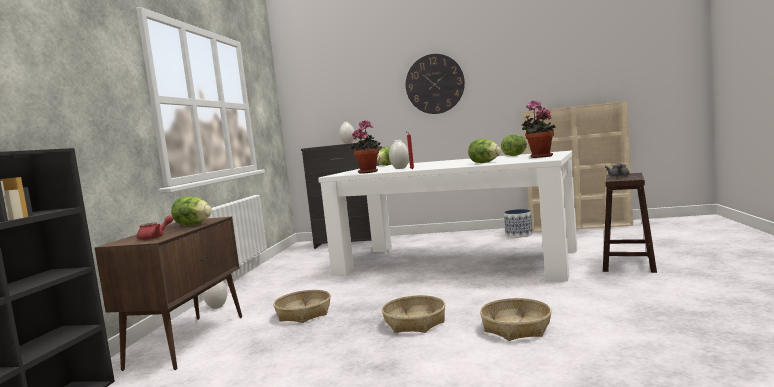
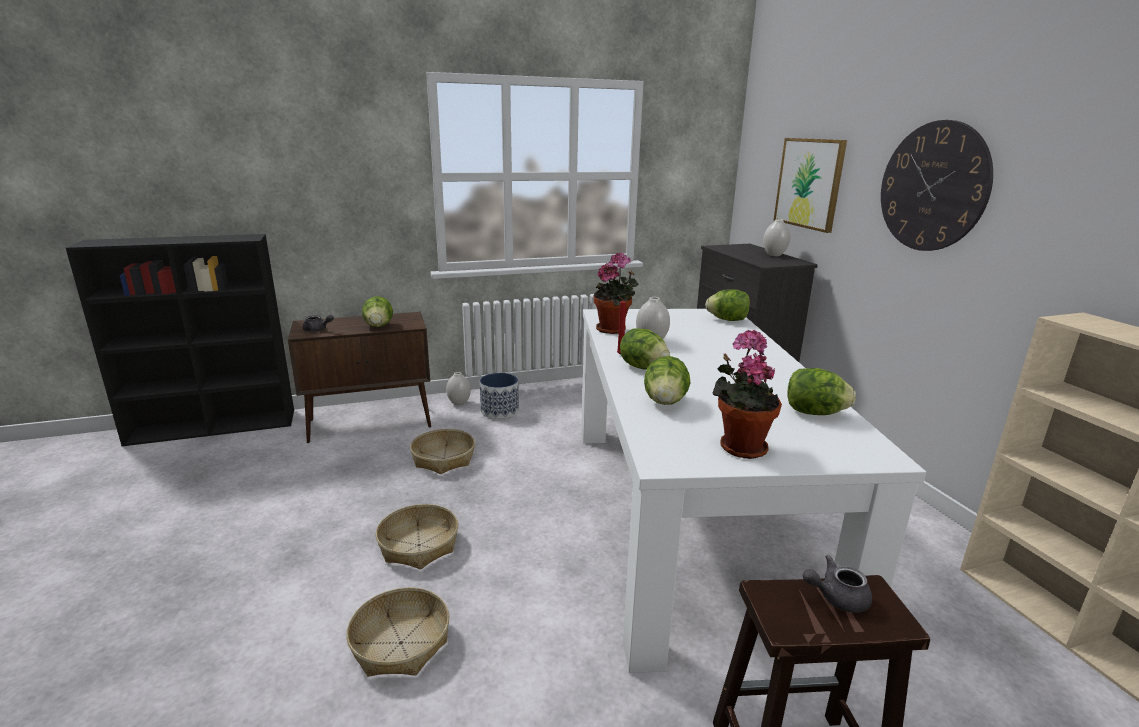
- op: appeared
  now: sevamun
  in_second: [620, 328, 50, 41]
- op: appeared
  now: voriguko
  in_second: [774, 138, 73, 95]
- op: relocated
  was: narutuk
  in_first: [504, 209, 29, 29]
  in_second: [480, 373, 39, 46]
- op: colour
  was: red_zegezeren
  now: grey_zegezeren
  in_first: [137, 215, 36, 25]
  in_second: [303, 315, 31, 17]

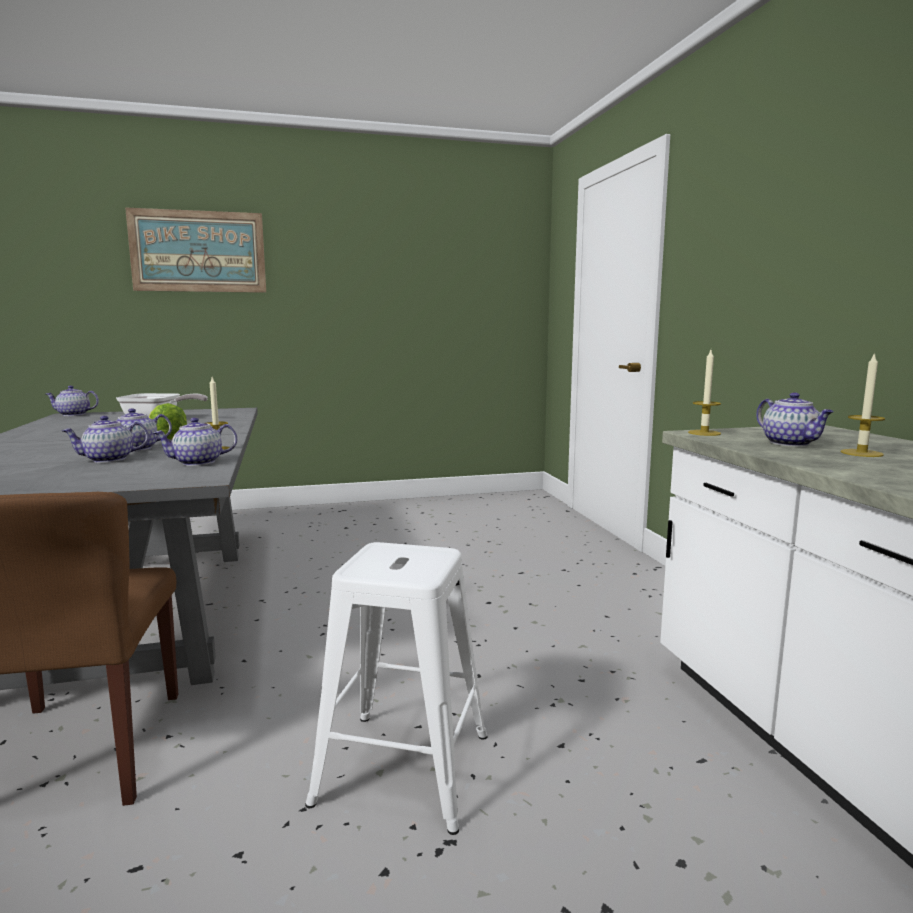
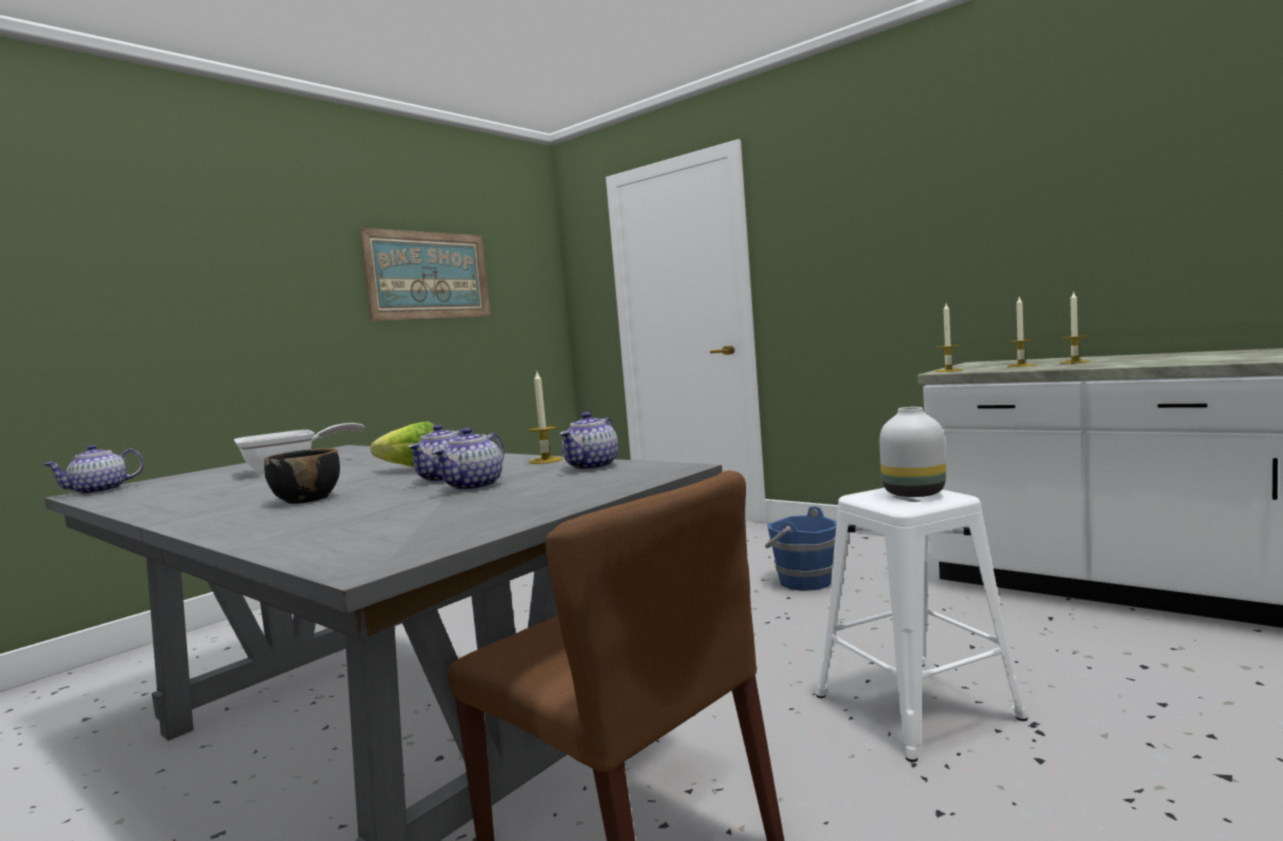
- op: appeared
  now: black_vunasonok
  in_second: [264, 448, 76, 56]
- op: appeared
  now: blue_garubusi
  in_second: [765, 506, 72, 85]
- op: appeared
  now: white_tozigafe
  in_second: [879, 407, 67, 90]
- op: relocated
  was: voriguko
  in_first: [125, 208, 141, 85]
  in_second: [359, 228, 131, 93]
- op: exchanged
  was: zegezeren
  now: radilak
  in_first: [756, 392, 78, 55]
  in_second: [1007, 297, 29, 70]

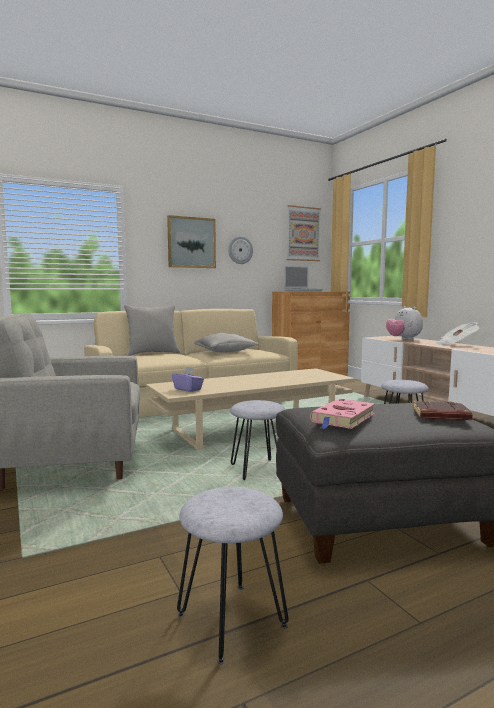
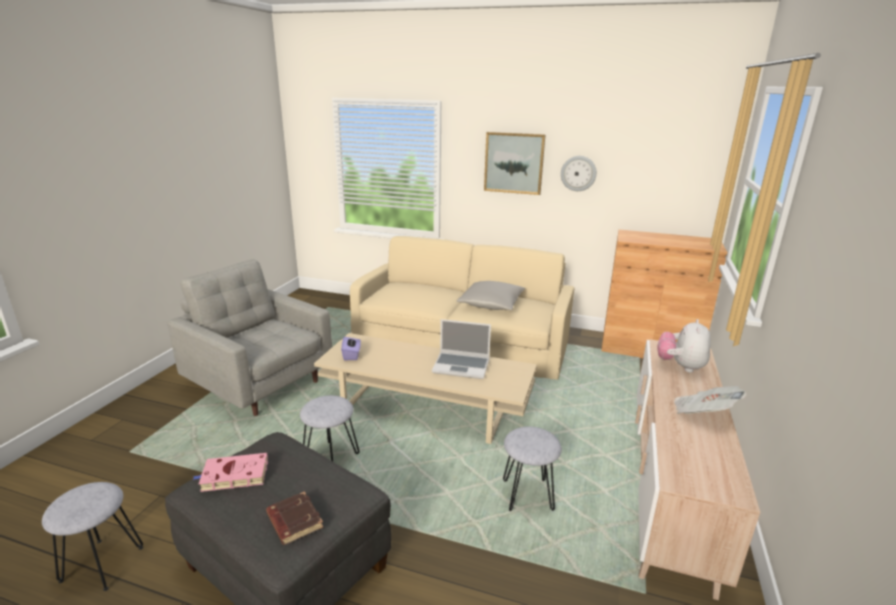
- op: missing
  was: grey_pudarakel
  in_first: [124, 305, 56, 51]
- op: missing
  was: voriguko
  in_first: [287, 205, 34, 56]
- op: relocated
  was: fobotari
  in_first: [284, 266, 39, 25]
  in_second: [432, 319, 59, 60]

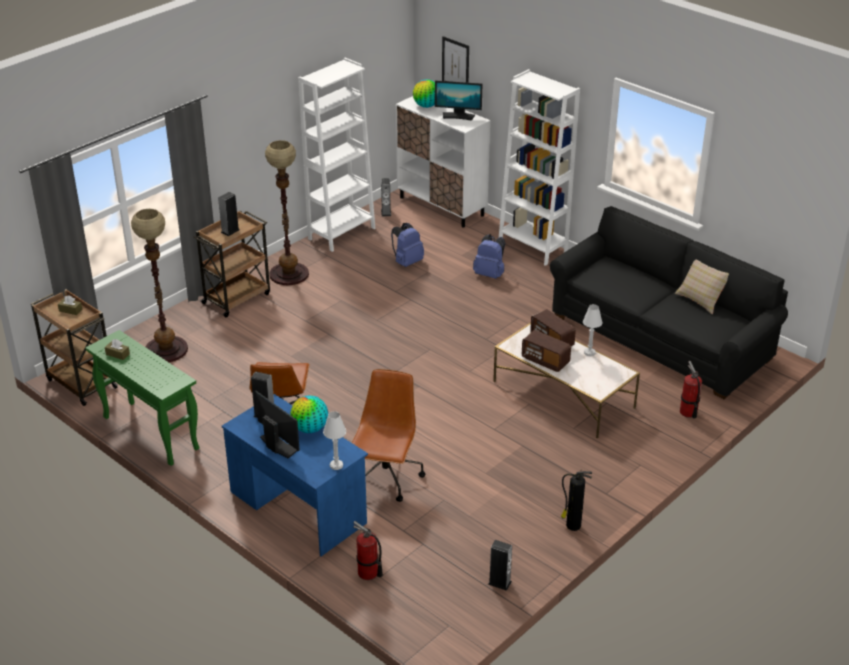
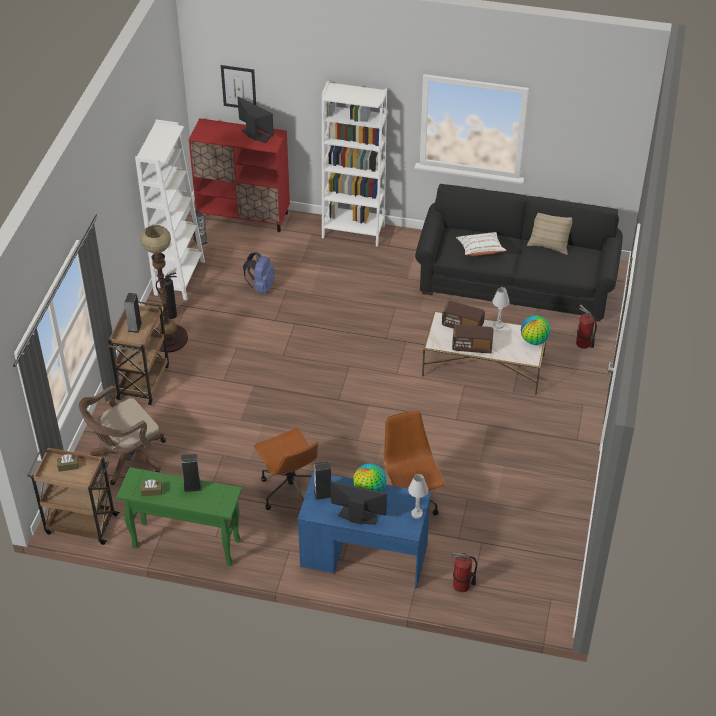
- op: missing
  was: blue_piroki
  in_first: [473, 234, 32, 45]
- op: appeared
  now: white_pudarakel
  in_second: [456, 232, 51, 24]
- op: relocated
  was: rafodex
  in_first: [413, 79, 22, 29]
  in_second: [521, 315, 29, 30]
- op: relocated
  was: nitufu
  in_first: [488, 540, 24, 51]
  in_second: [181, 454, 21, 38]
- op: relocated
  was: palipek
  in_first: [561, 471, 31, 60]
  in_second: [156, 272, 21, 47]
- op: exchanged
  was: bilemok
  now: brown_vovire
  in_first: [131, 209, 57, 153]
  in_second: [79, 386, 87, 99]
- op: colour
  was: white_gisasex
  now: red_gisasex
  in_first: [396, 96, 94, 131]
  in_second: [189, 118, 101, 114]
- op: spun
  was: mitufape
  in_first: [435, 80, 48, 41]
  in_second: [237, 97, 37, 46]
  clockwise: -120

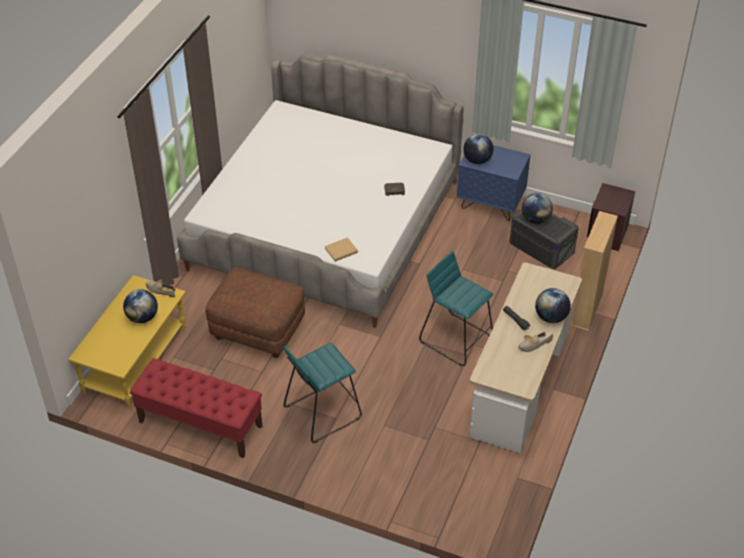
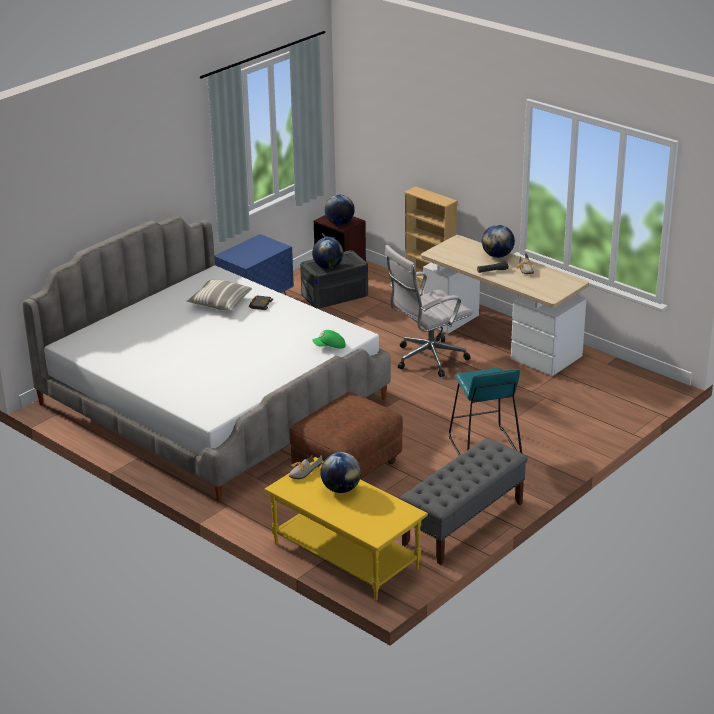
- op: appeared
  now: pudarakel
  in_second: [187, 279, 65, 32]
- op: relocated
  was: rafodex
  in_first: [463, 134, 31, 30]
  in_second: [325, 195, 30, 30]
- op: exchanged
  was: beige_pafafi
  now: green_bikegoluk
  in_first: [325, 237, 33, 25]
  in_second: [312, 330, 33, 19]
- op: exchanged
  was: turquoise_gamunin
  now: white_vovire
  in_first: [419, 251, 75, 115]
  in_second: [385, 245, 88, 132]
- op: colour
  was: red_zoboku
  now: grey_zoboku
  in_first: [130, 358, 132, 100]
  in_second: [399, 438, 129, 127]

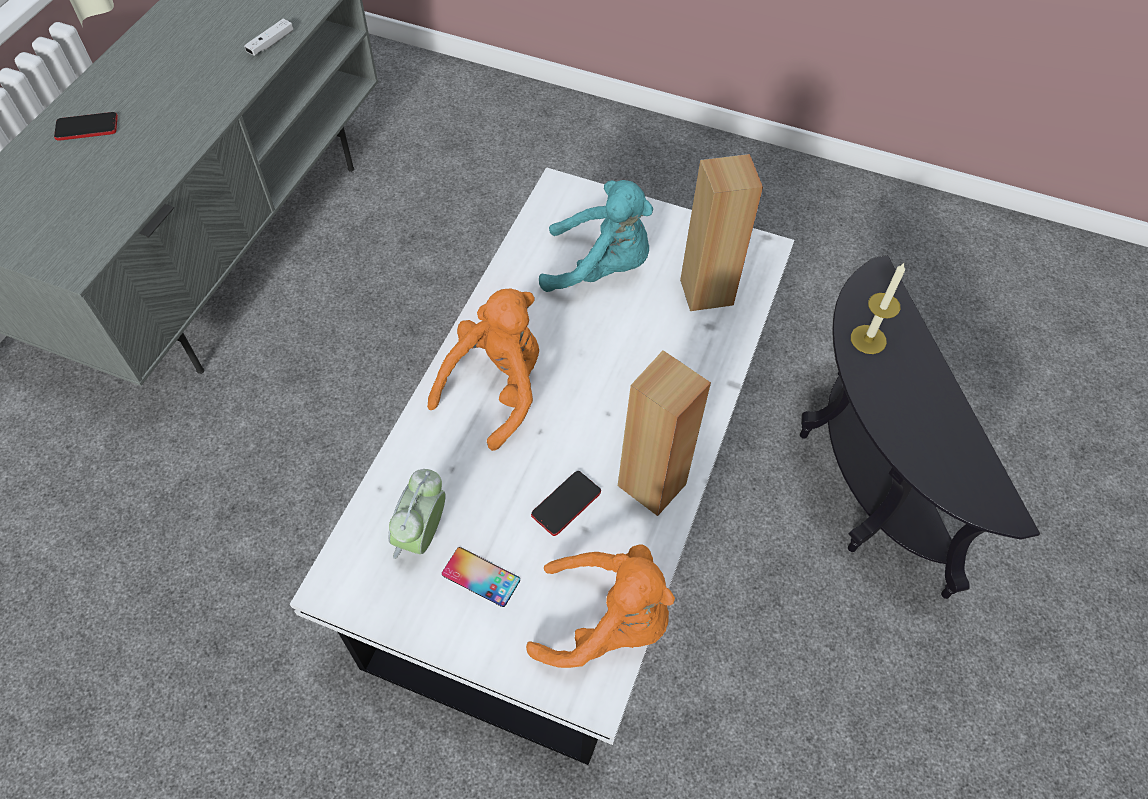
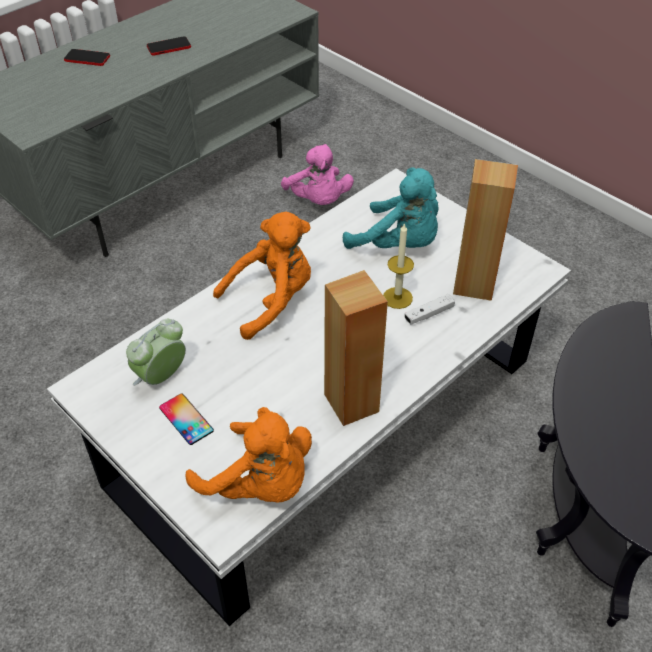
- op: appeared
  now: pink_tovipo
  in_second: [281, 144, 73, 61]
- op: relocated
  was: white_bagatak
  in_first: [244, 19, 49, 37]
  in_second: [404, 294, 51, 31]
- op: relocated
  was: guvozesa
  in_first: [531, 471, 70, 65]
  in_second: [147, 37, 44, 19]
- op: relocated
  was: radilak
  in_first: [851, 263, 54, 91]
  in_second: [383, 223, 31, 86]

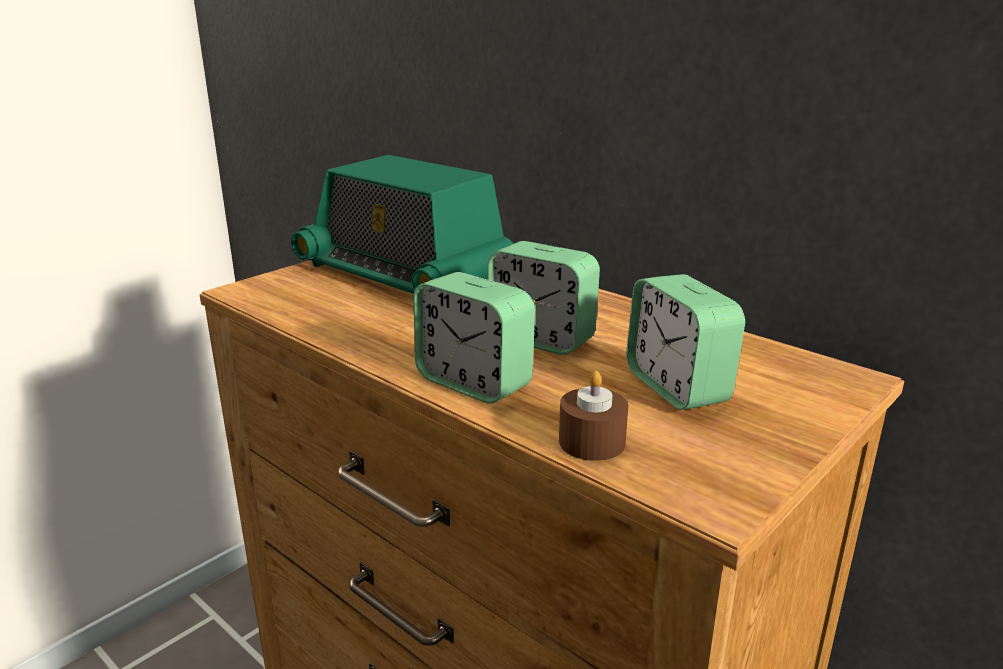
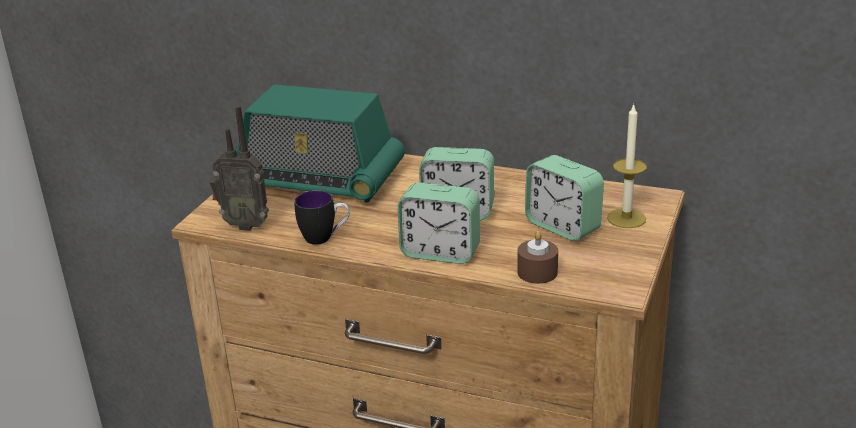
- op: appeared
  now: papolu
  in_second: [210, 106, 59, 125]
- op: appeared
  now: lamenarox
  in_second: [294, 191, 56, 54]
- op: appeared
  now: radilak
  in_second: [607, 104, 40, 124]

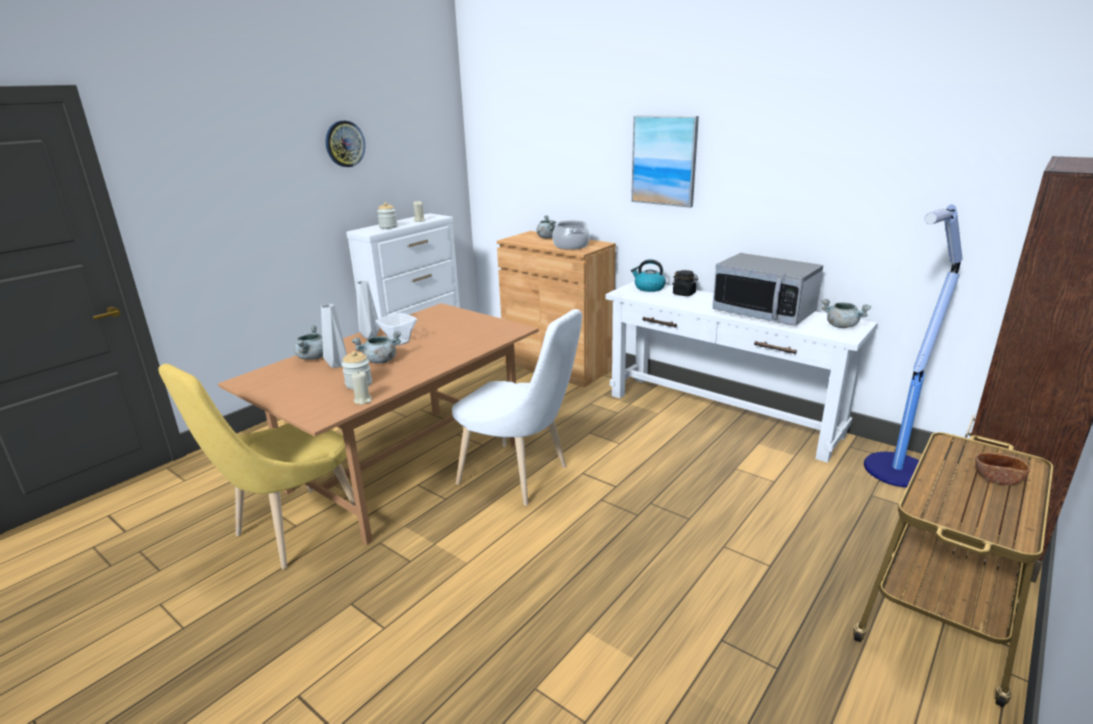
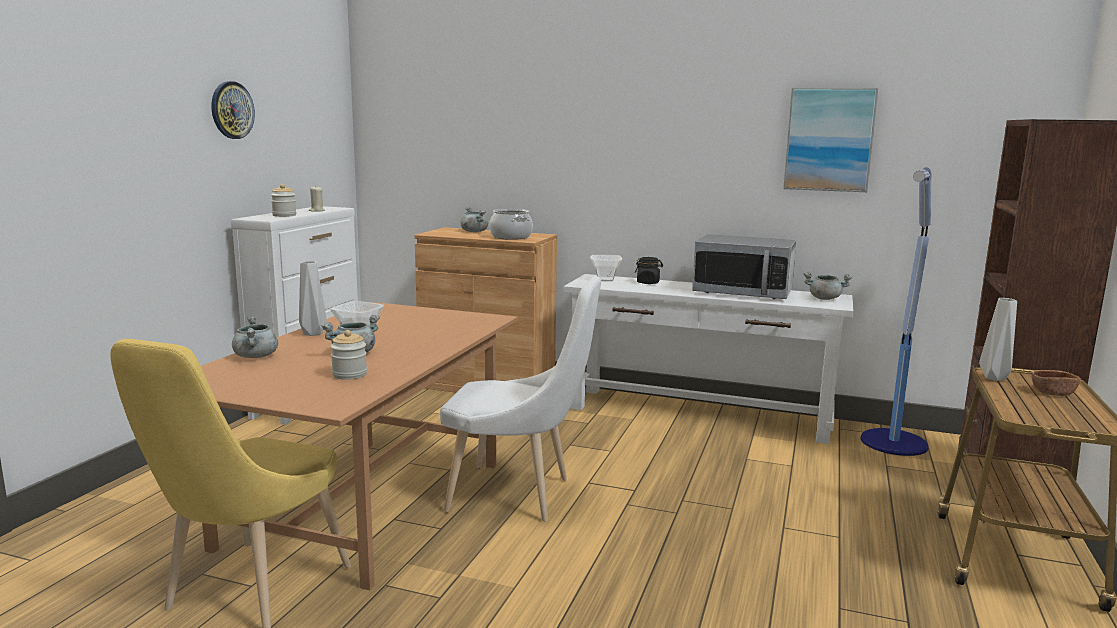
- op: missing
  was: beige_radilak
  in_first: [351, 371, 21, 34]
- op: relocated
  was: grey_tozigafe
  in_first: [321, 304, 26, 64]
  in_second: [979, 298, 38, 83]
- op: relocated
  was: voriguko
  in_first: [631, 115, 68, 93]
  in_second: [783, 88, 95, 104]
- op: exchanged
  was: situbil
  now: vunasonok
  in_first: [631, 259, 35, 33]
  in_second: [590, 255, 32, 26]

